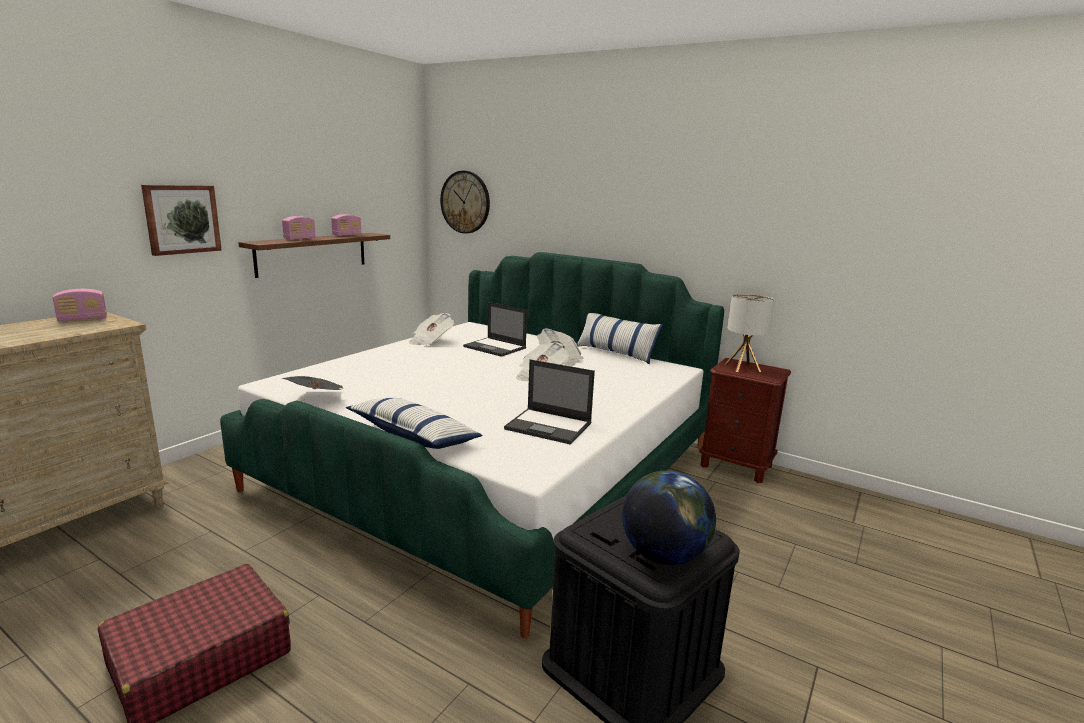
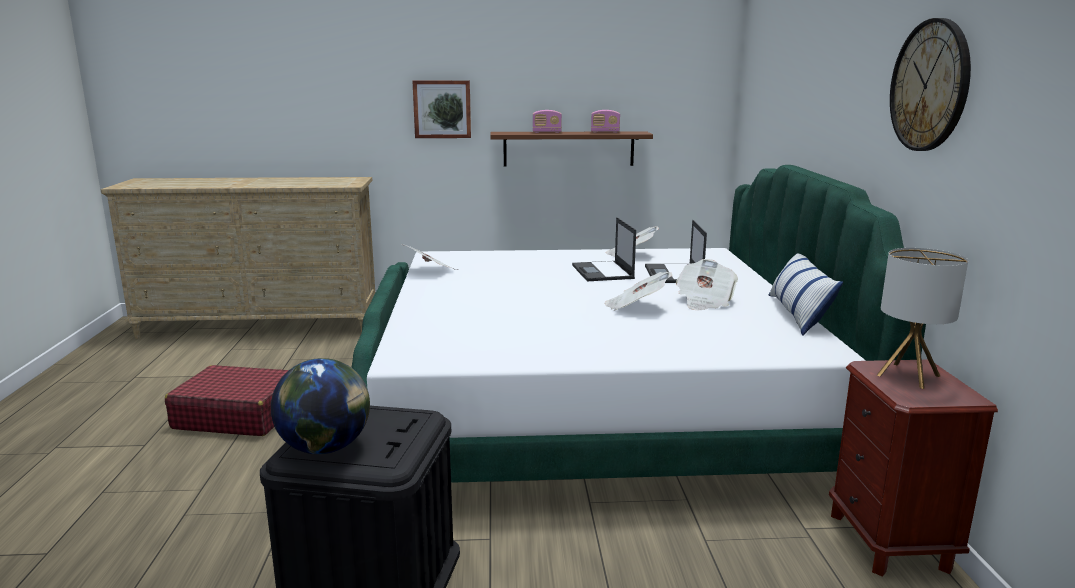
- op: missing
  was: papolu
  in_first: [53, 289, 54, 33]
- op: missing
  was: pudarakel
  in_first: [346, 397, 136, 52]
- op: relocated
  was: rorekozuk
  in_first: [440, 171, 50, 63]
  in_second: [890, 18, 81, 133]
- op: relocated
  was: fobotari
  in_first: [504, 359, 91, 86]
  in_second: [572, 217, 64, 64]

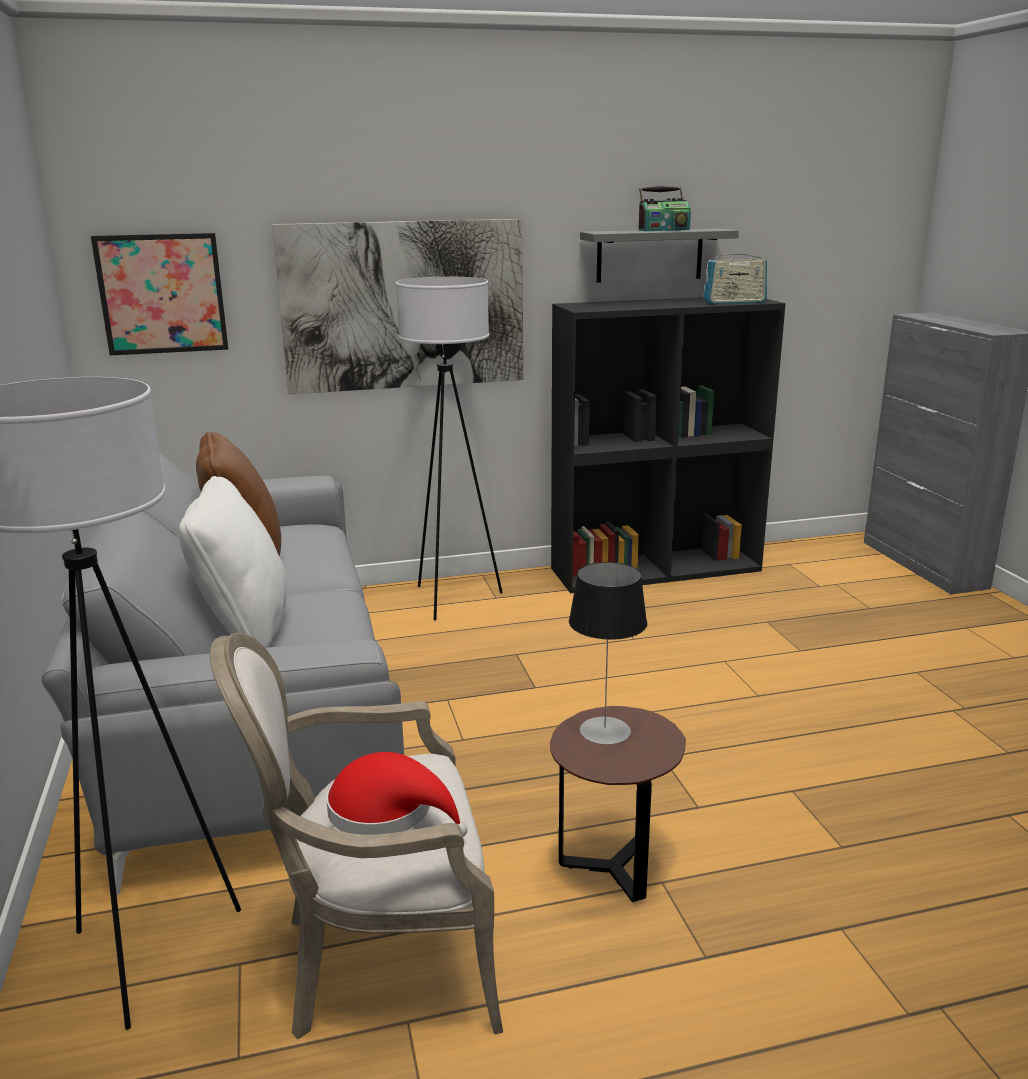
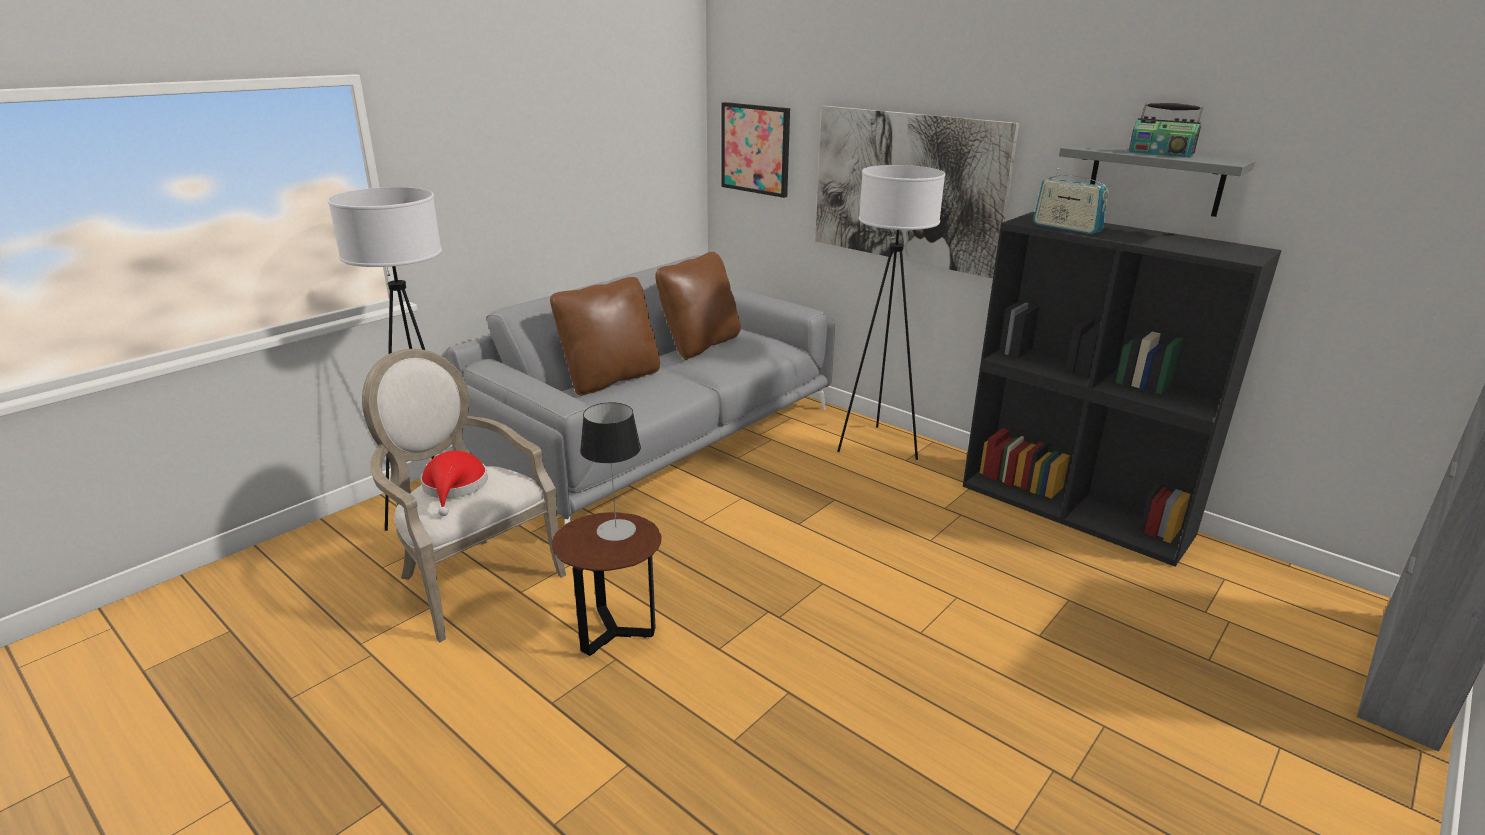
- op: relocated
  was: papolu
  in_first: [703, 249, 64, 55]
  in_second: [1033, 168, 76, 66]
- op: colour
  was: white_pudarakel
  now: brown_pudarakel
  in_first: [179, 476, 108, 172]
  in_second: [550, 277, 110, 119]

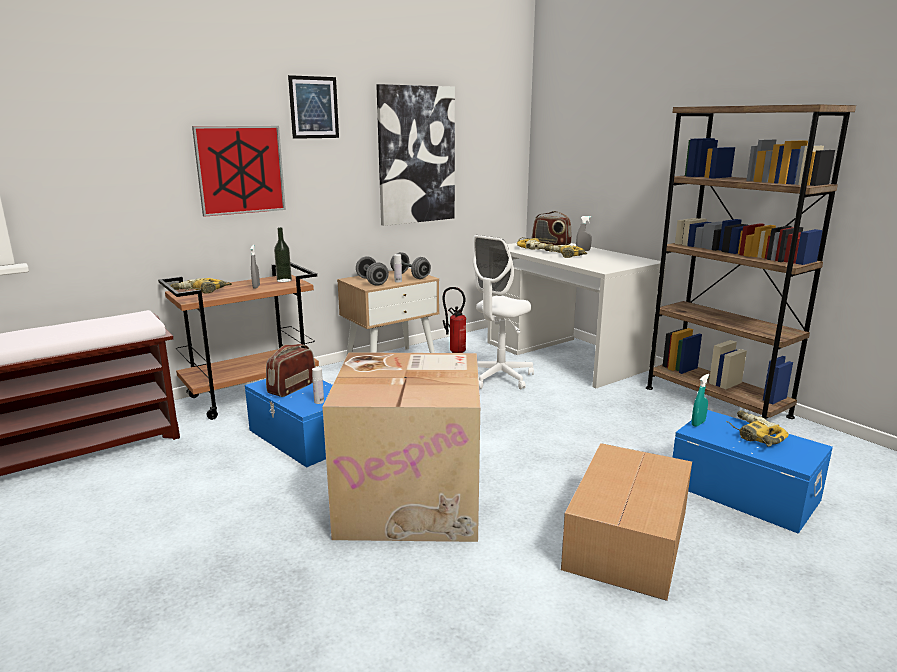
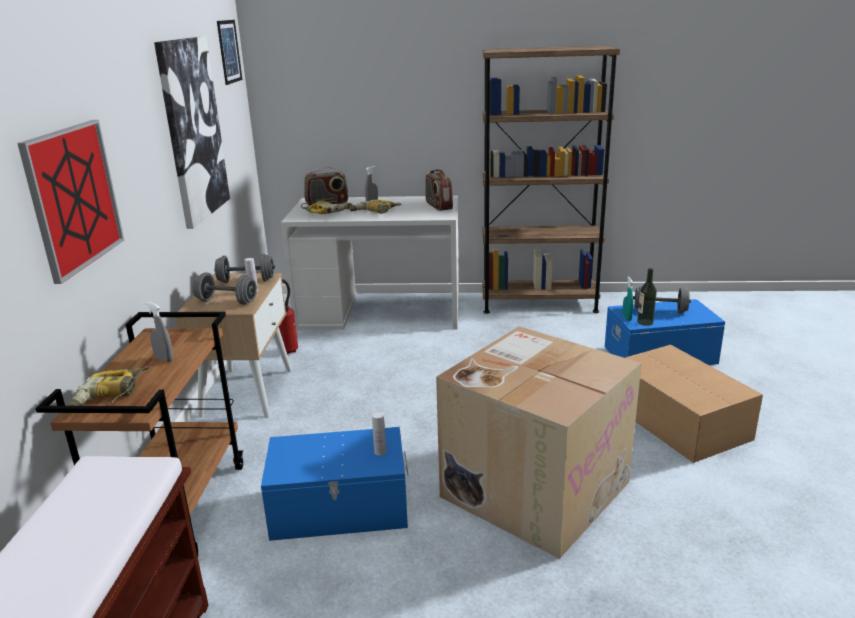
- op: missing
  was: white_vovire
  in_first: [473, 235, 61, 154]
- op: relocated
  was: papolu
  in_first: [266, 344, 49, 53]
  in_second: [425, 169, 28, 42]
- op: relocated
  was: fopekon
  in_first: [274, 227, 18, 55]
  in_second: [637, 268, 20, 58]
- op: relocated
  was: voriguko
  in_first: [288, 75, 51, 64]
  in_second: [217, 20, 25, 65]
- op: exchanged
  was: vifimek
  now: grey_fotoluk
  in_first: [726, 410, 63, 36]
  in_second: [633, 287, 58, 27]

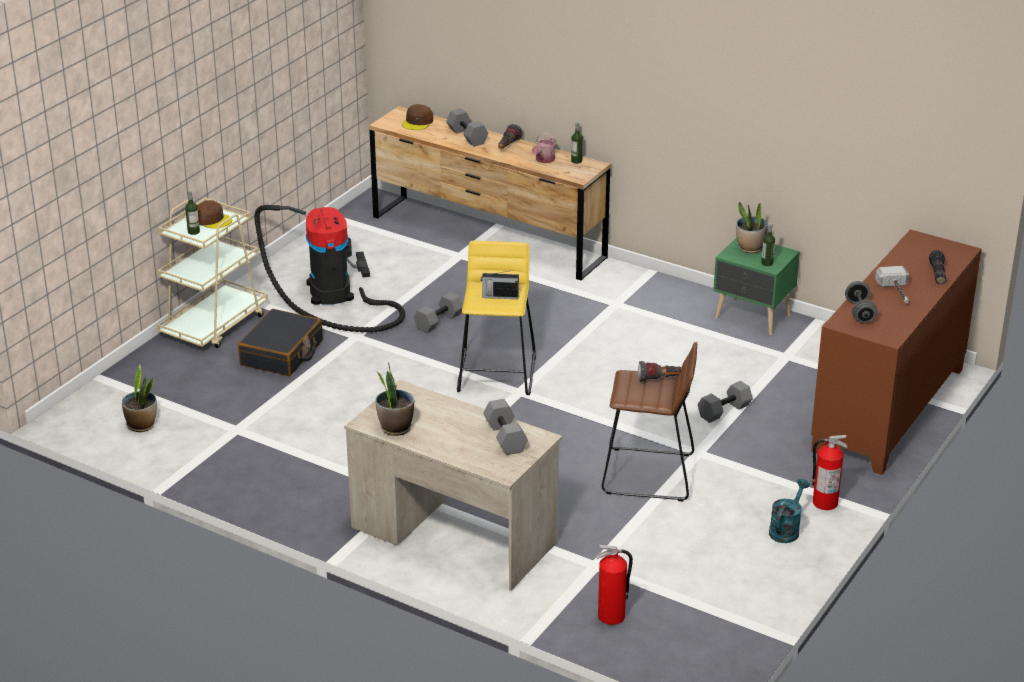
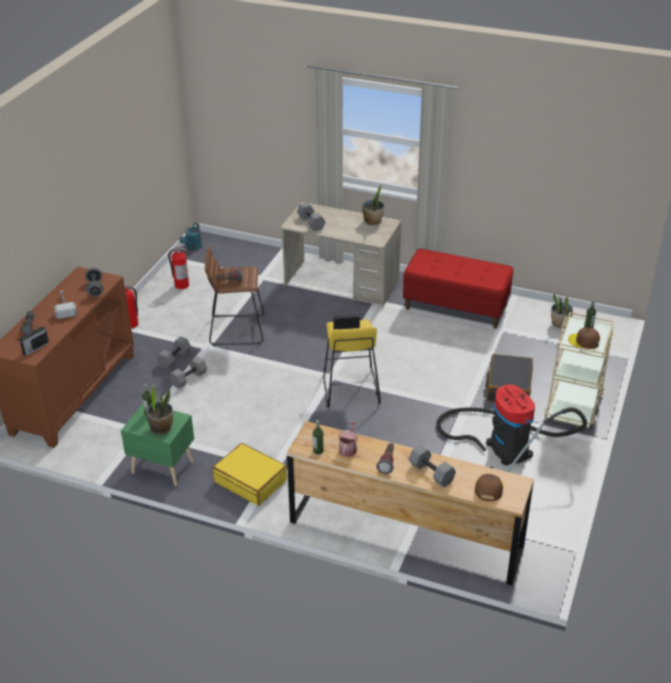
- op: appeared
  now: papolu
  in_second: [19, 325, 30, 31]
- op: appeared
  now: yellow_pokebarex
  in_second: [213, 443, 74, 63]
- op: appeared
  now: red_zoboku
  in_second: [403, 249, 110, 80]
- op: relocated
  was: grey_fotoluk
  in_first: [414, 292, 49, 41]
  in_second: [157, 336, 34, 33]
- op: relocated
  was: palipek
  in_first: [596, 545, 37, 80]
  in_second: [168, 243, 21, 46]
- op: relocated
  was: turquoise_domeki
  in_first: [769, 479, 41, 64]
  in_second: [179, 223, 23, 27]

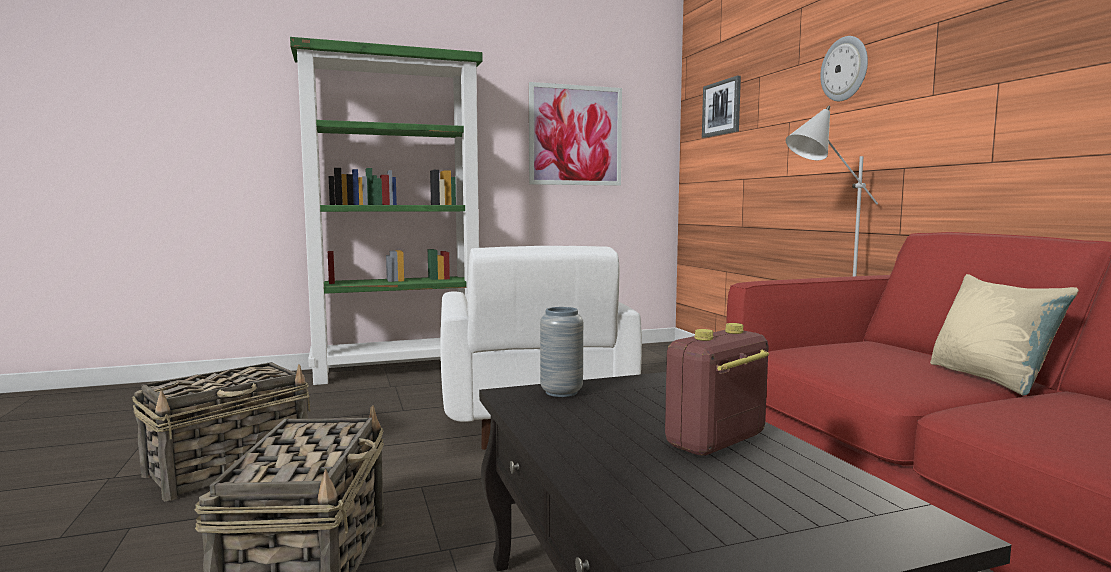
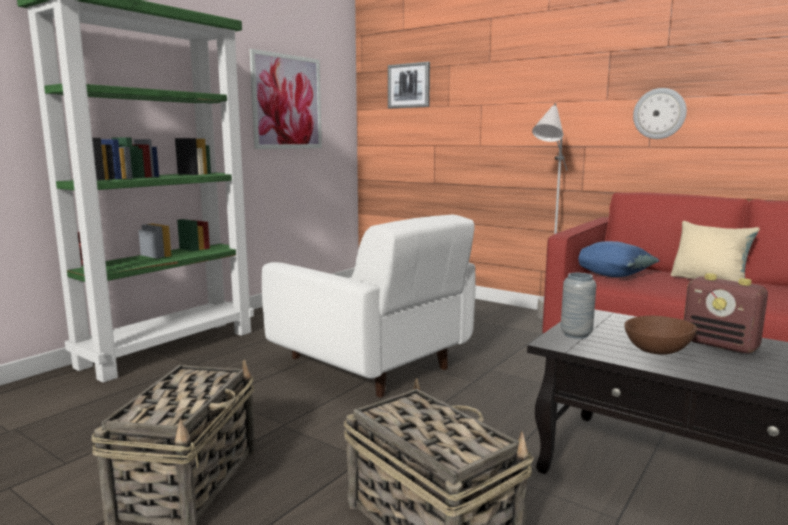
- op: appeared
  now: blue_pudarakel
  in_second: [579, 241, 81, 36]
- op: appeared
  now: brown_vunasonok
  in_second: [624, 316, 73, 39]
- op: relocated
  was: rorekozuk
  in_first: [820, 36, 48, 65]
  in_second: [633, 88, 54, 51]
- op: spun
  was: papolu
  in_first: [665, 323, 104, 133]
  in_second: [684, 273, 84, 81]
  clockwise: -60

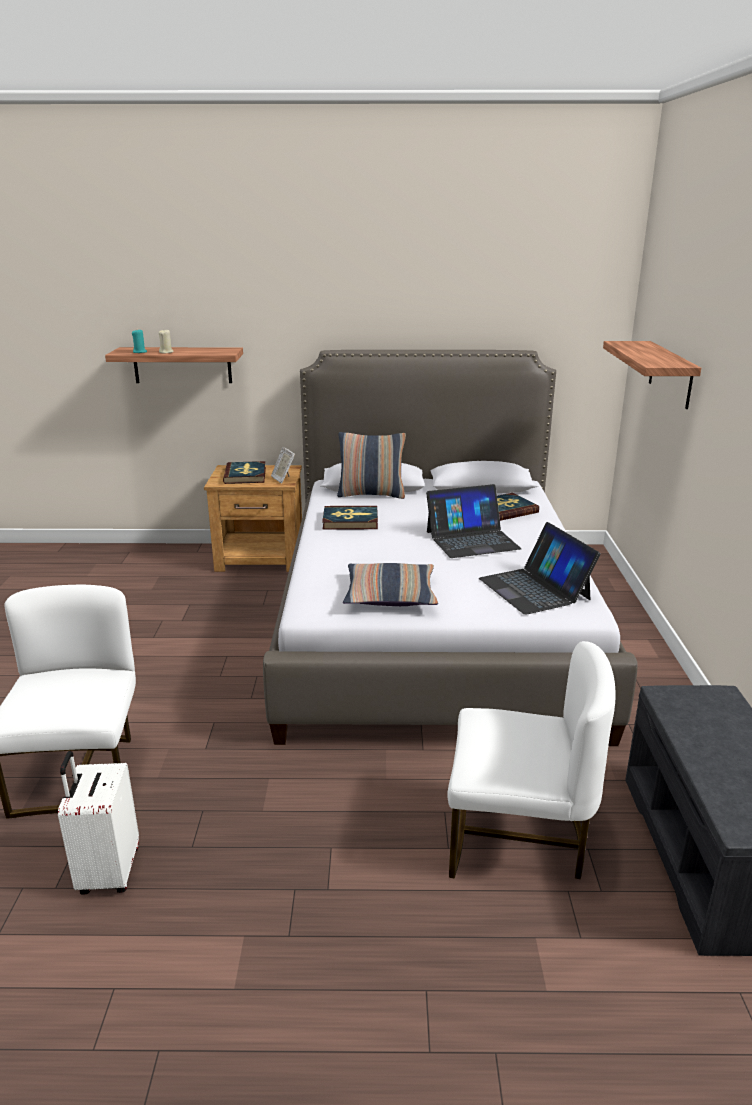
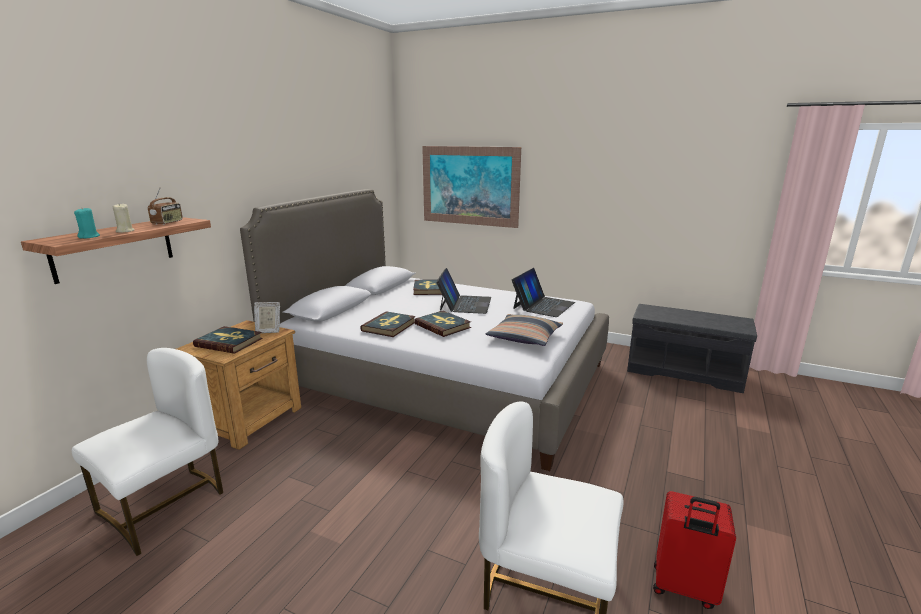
- op: missing
  was: pudarakel
  in_first: [337, 432, 69, 67]
- op: appeared
  now: papolu
  in_second: [148, 187, 35, 38]
- op: appeared
  now: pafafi
  in_second: [414, 311, 57, 26]
- op: relocated
  was: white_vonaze
  in_first: [447, 641, 168, 238]
  in_second: [72, 348, 151, 208]
- op: exchanged
  was: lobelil
  now: voriguko
  in_first: [603, 341, 98, 68]
  in_second: [422, 146, 99, 82]
- op: colour
  was: white_pokebarex
  now: red_pokebarex
  in_first: [58, 751, 81, 144]
  in_second: [653, 491, 83, 118]
- op: spun
  was: fobotari
  in_first: [479, 522, 121, 93]
  in_second: [512, 268, 63, 49]
  clockwise: -60

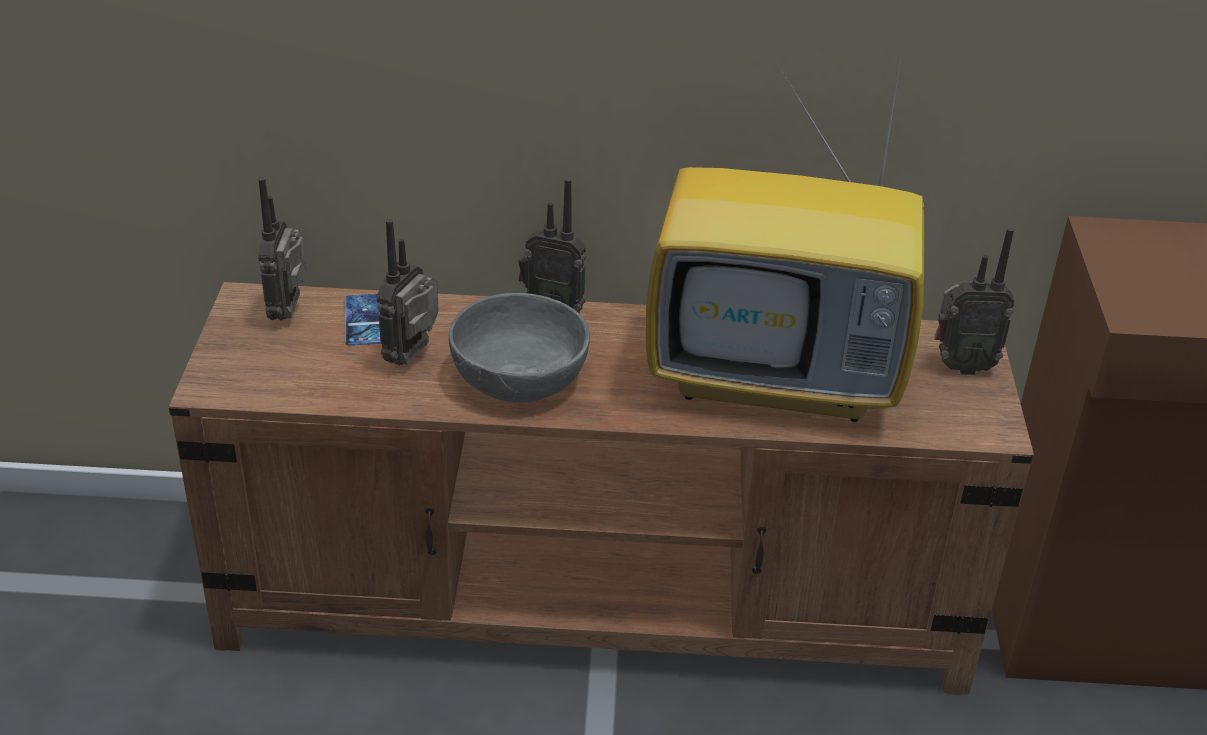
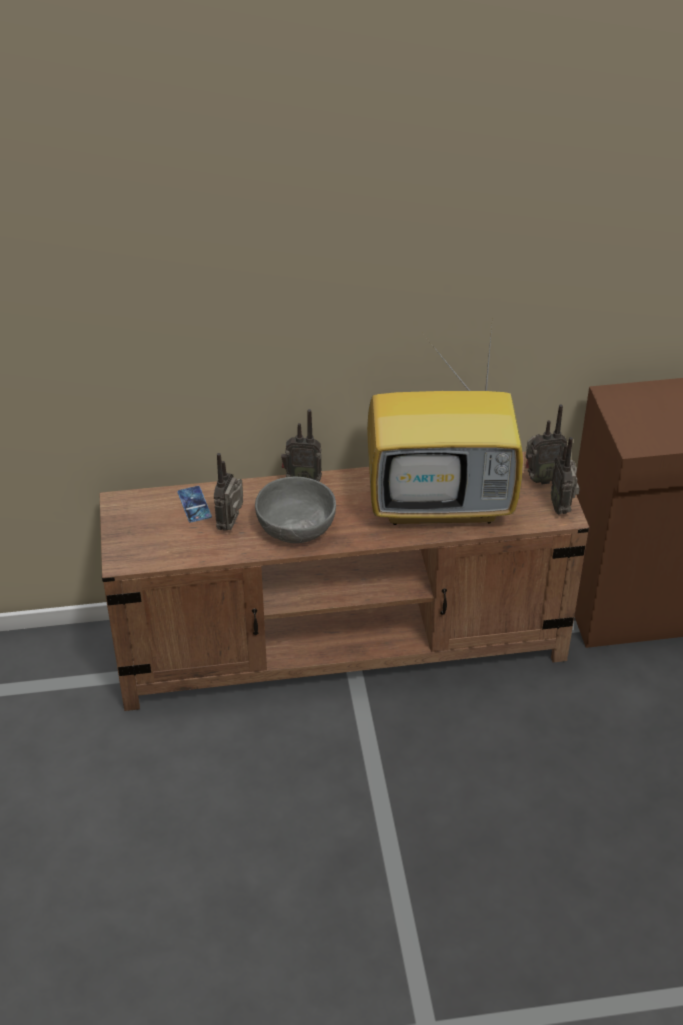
- op: relocated
  was: papolu
  in_first: [258, 177, 48, 143]
  in_second: [551, 437, 29, 78]

